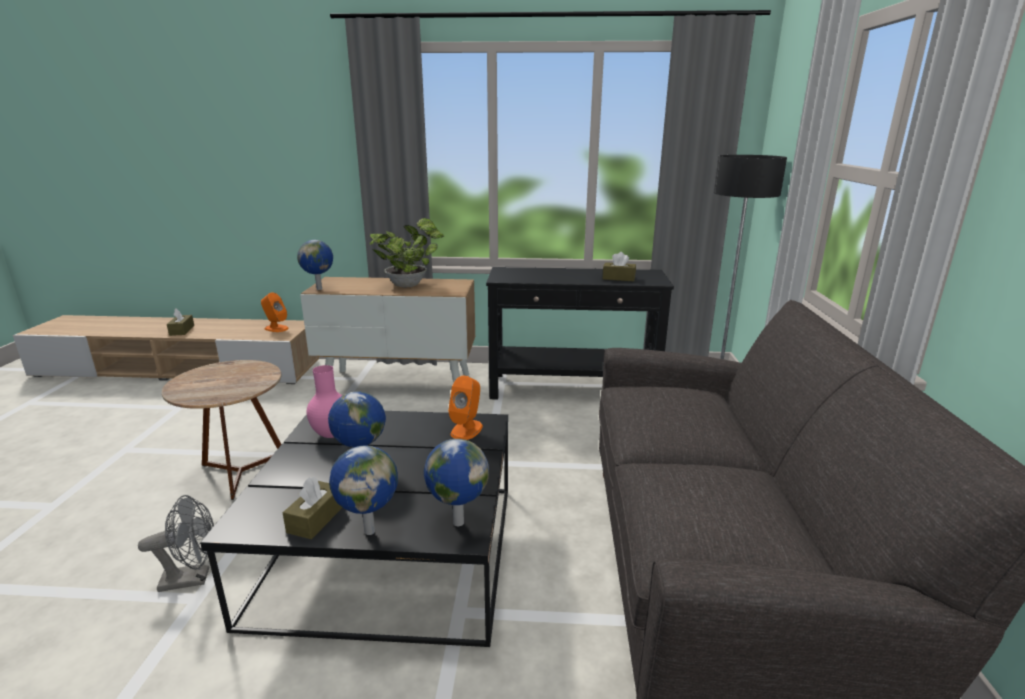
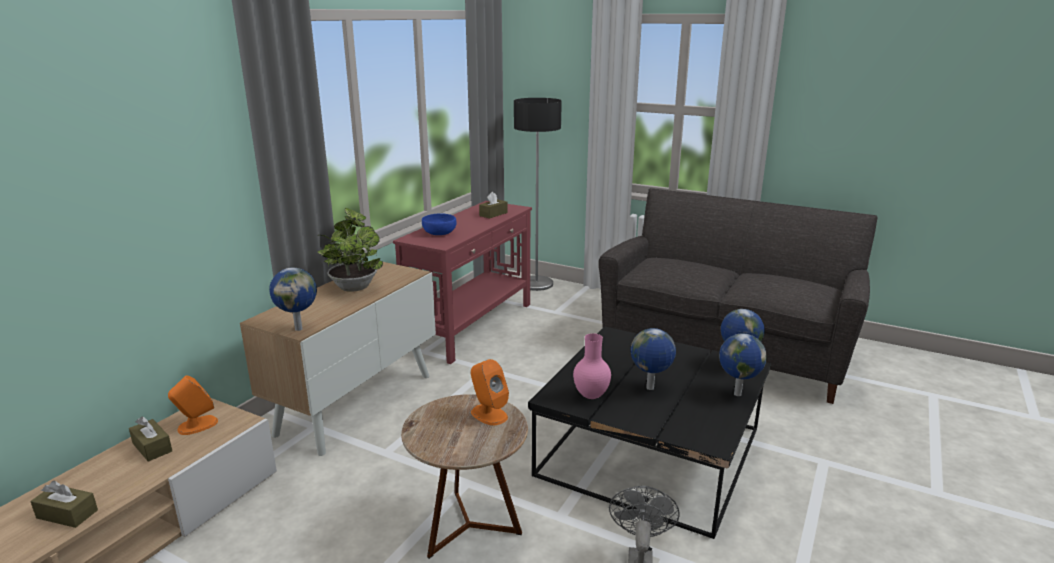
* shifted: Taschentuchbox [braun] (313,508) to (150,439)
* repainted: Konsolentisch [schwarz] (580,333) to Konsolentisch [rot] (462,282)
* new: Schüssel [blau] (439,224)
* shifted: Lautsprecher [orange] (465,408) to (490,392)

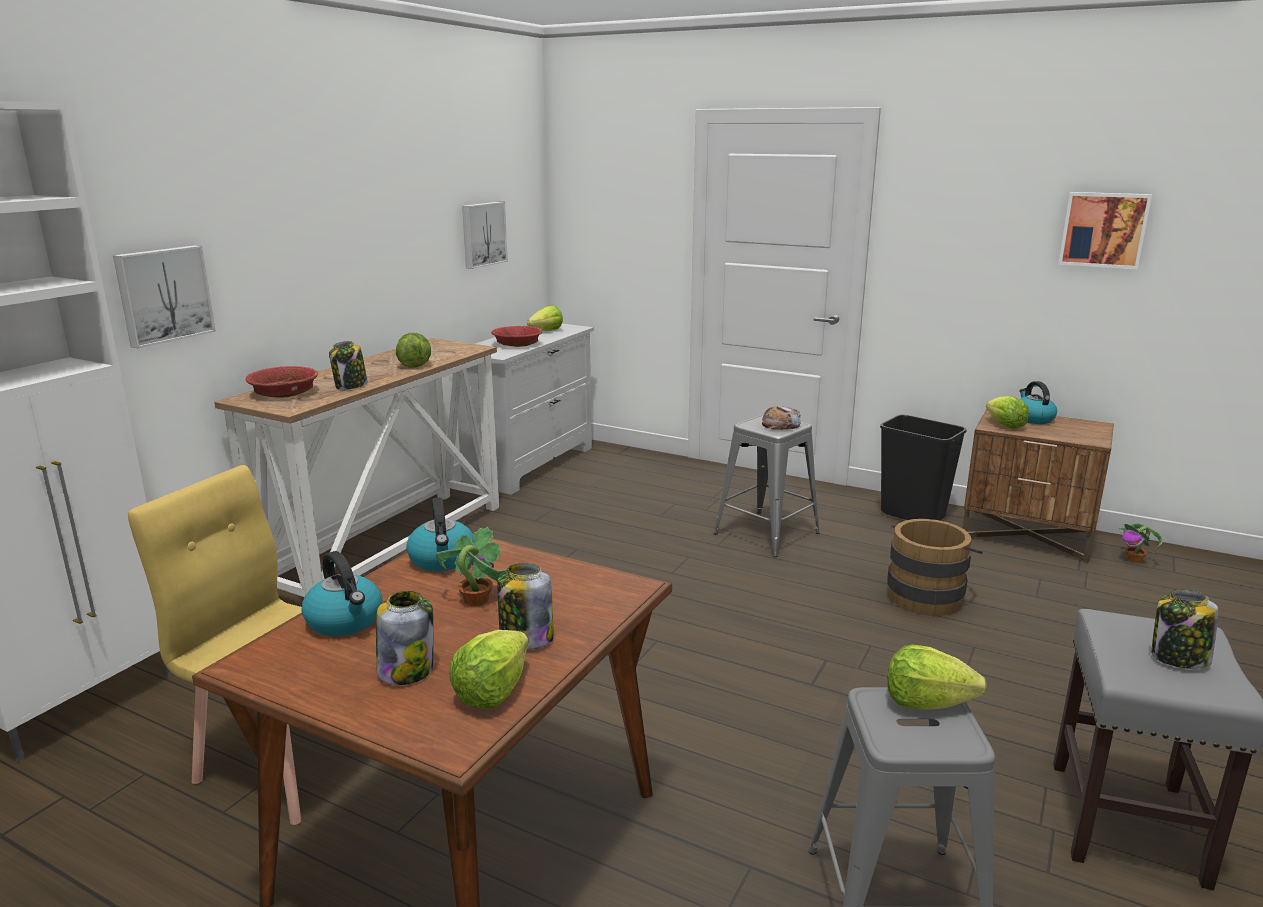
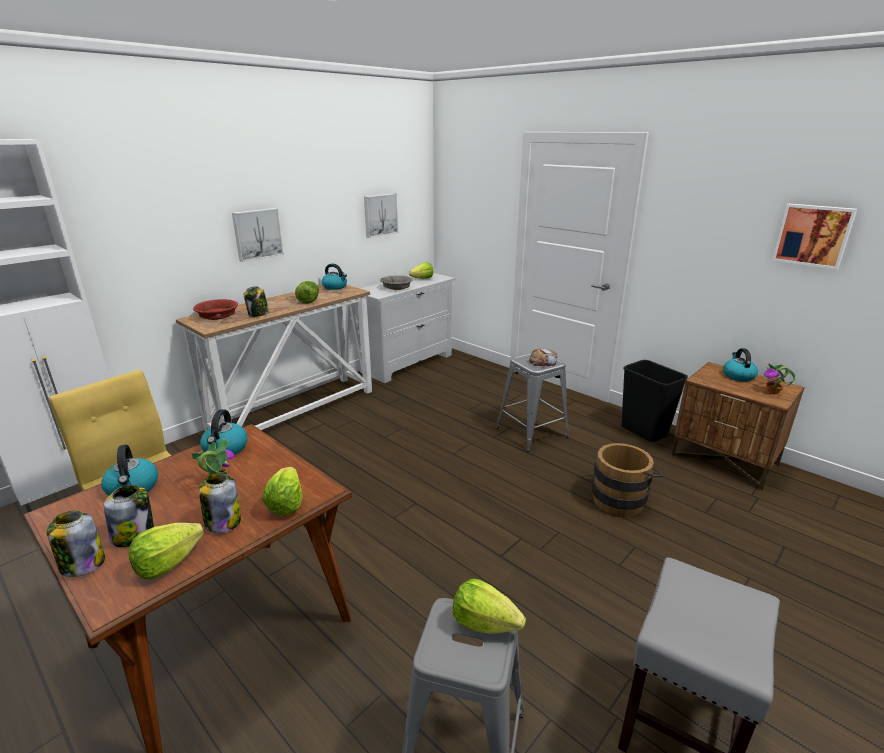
* shifted: Vorratsglas (1184,629) to (76,544)
* shifted: Bild (164,296) to (258,235)
* shifted: Salatkopf (1007,412) to (282,491)
* new: Wasserkessel (334,277)
* repainted: Schüssel [rot] (516,336) to Schüssel [grau] (396,282)
* shifted: Topfpflanze (1141,543) to (780,379)

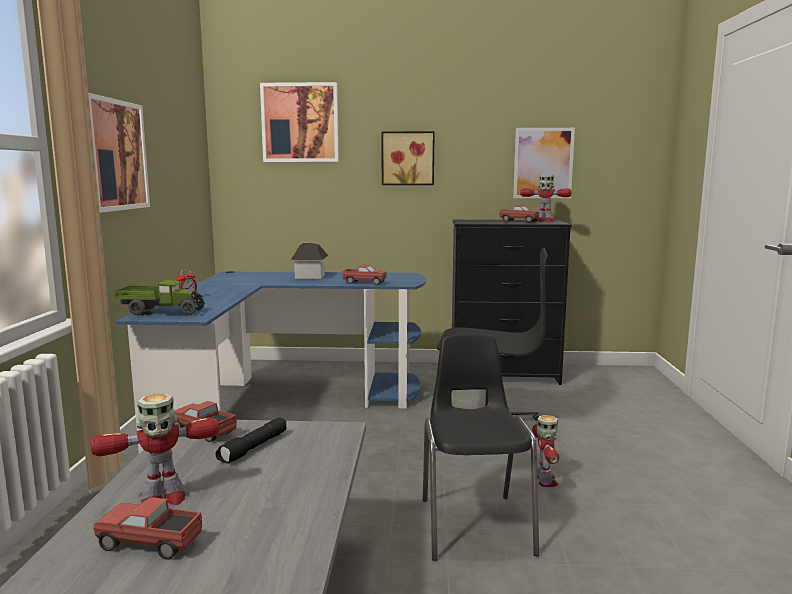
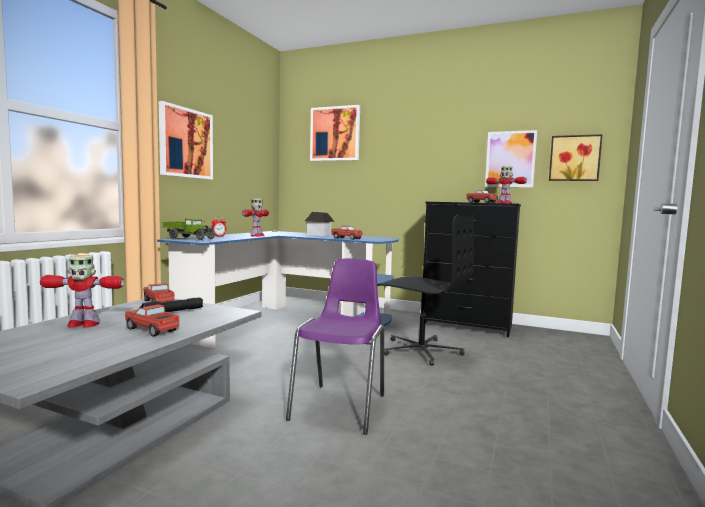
* shifted: Spielzeuglaster (147,528) to (152,320)
* shifted: Spielzeugroboter (545,451) to (255,217)
* repainted: Stuhl [schwarz] (481,447) to Stuhl [lila] (335,346)
* shifted: Bild (408,158) to (576,157)

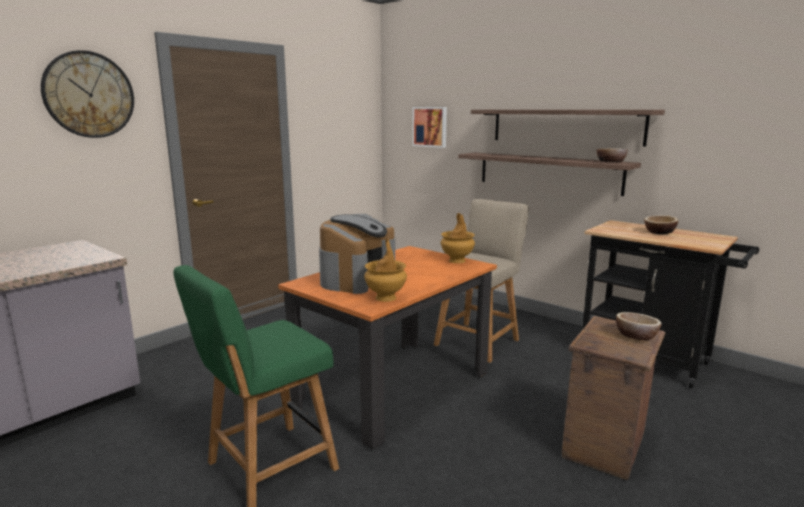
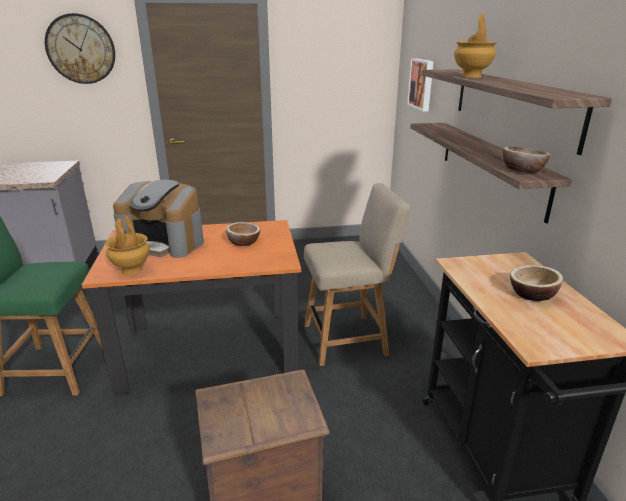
* rotated: Kaffeemaschine (357,254) = (158,219) 45 degrees clockwise
* shifted: Schüssel (639,326) to (243,234)
* shifted: Vase [braun] (458,238) to (475,46)

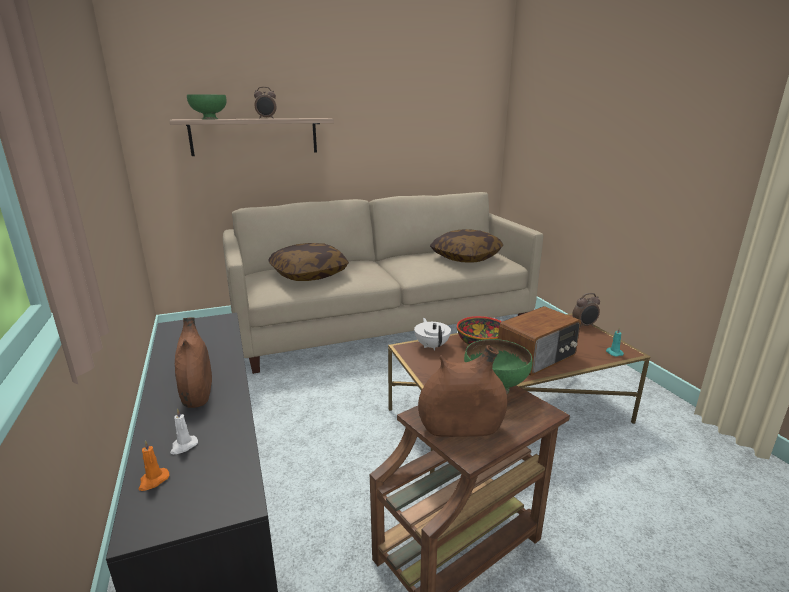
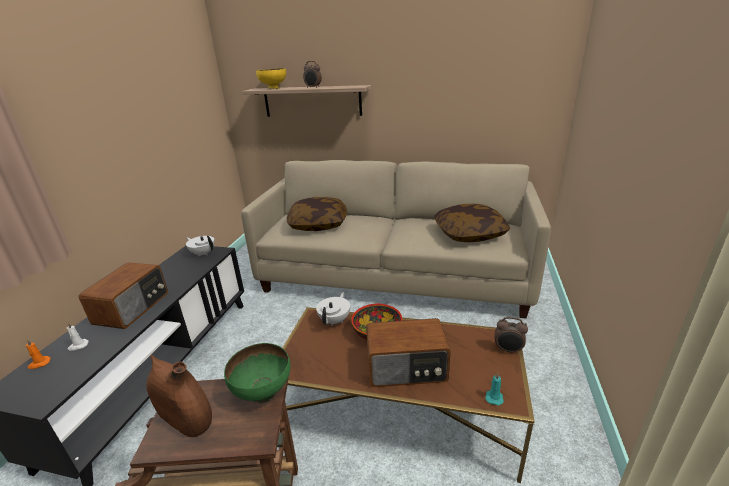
* swapped: Vase [braun] (193,362) to Radio (123,295)
* new: Teekanne [weiß] (200,246)
* repainted: Schüssel [grün] (207,106) to Schüssel [gelb] (271,79)

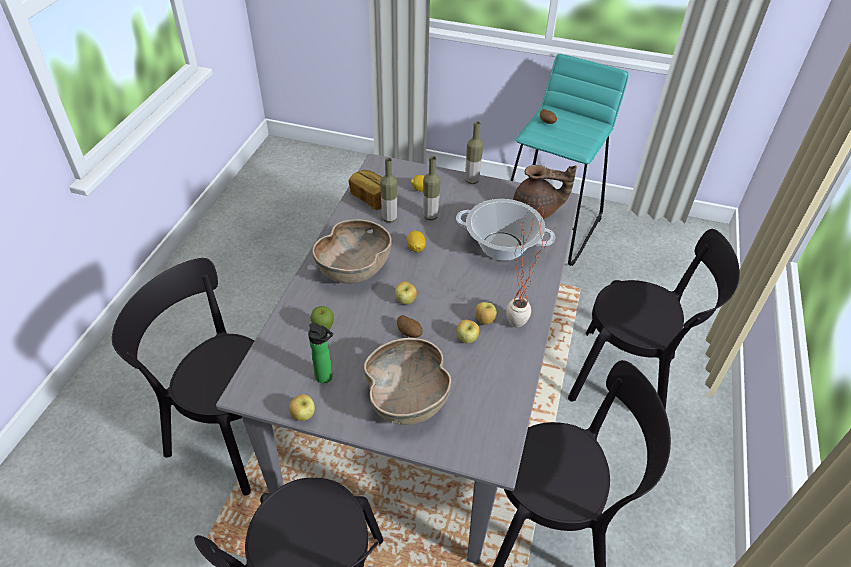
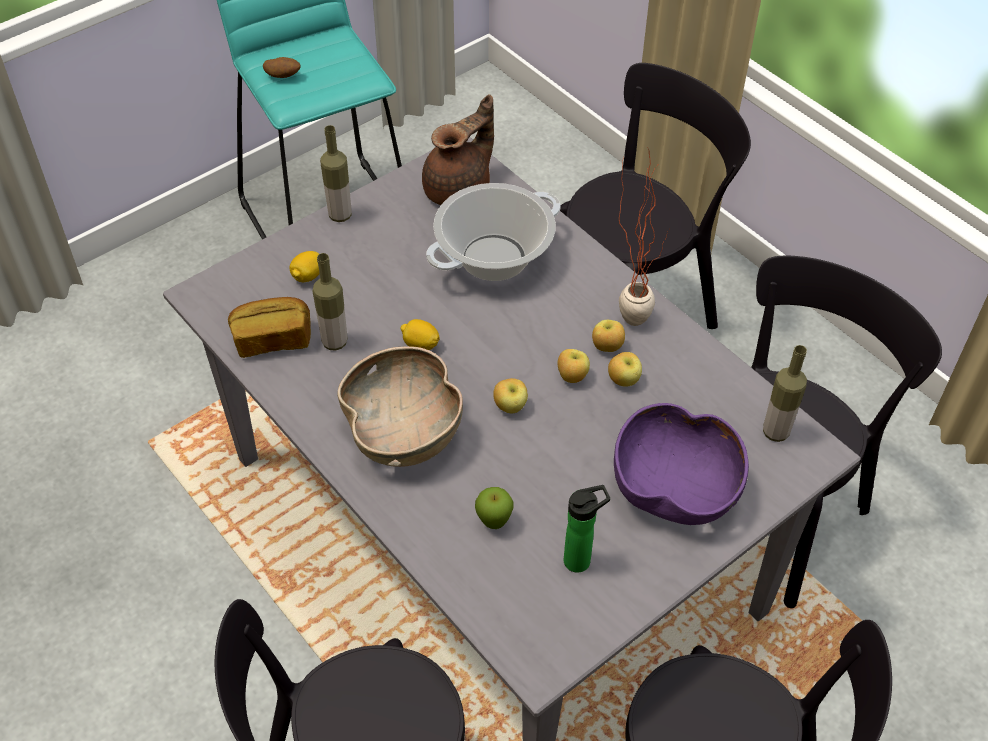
* shifted: Apfel (302,407) to (573,366)
* repainted: Schüssel [braun] (407,381) to Schüssel [lila] (681,464)
* shifted: Flasche (432,188) to (785,393)
* gone: Kartoffel (409,326)

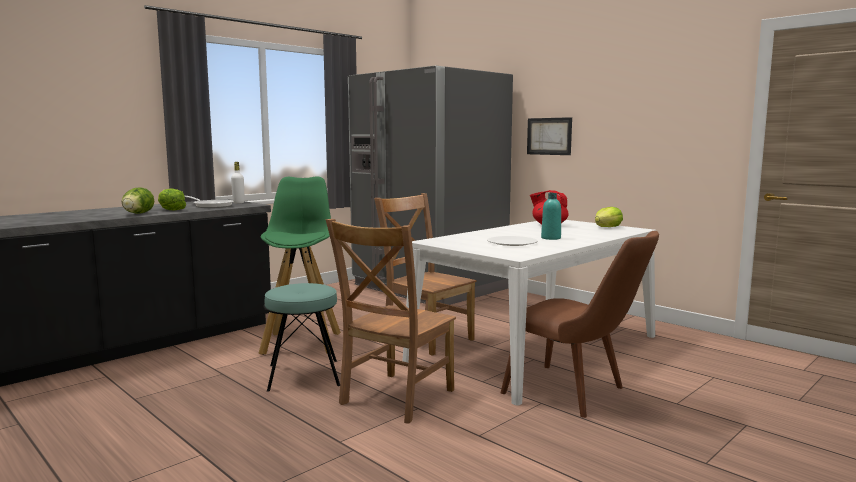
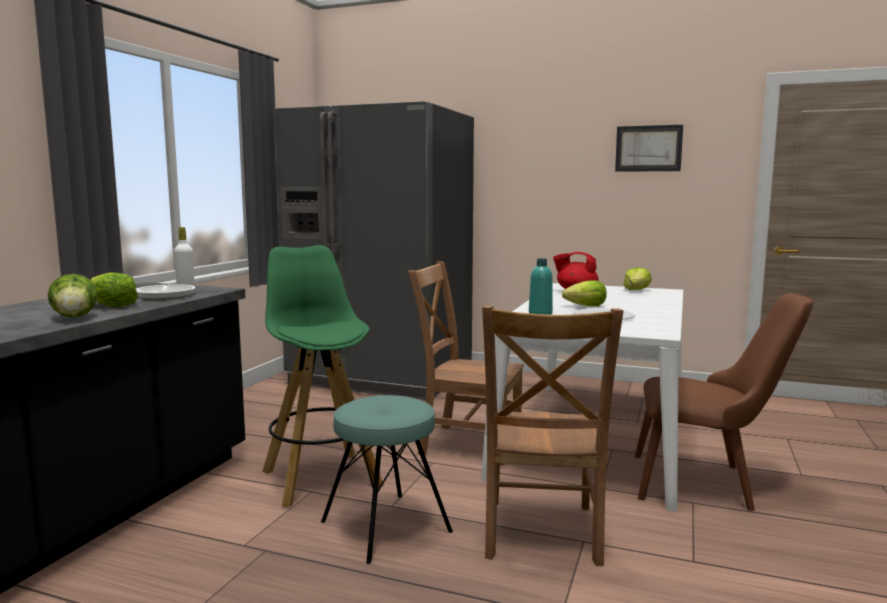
* shifted: Flasche [türkis] (551,216) to (541,286)
* new: Salatkopf (584,293)
* shifted: Bild (549,136) to (649,148)

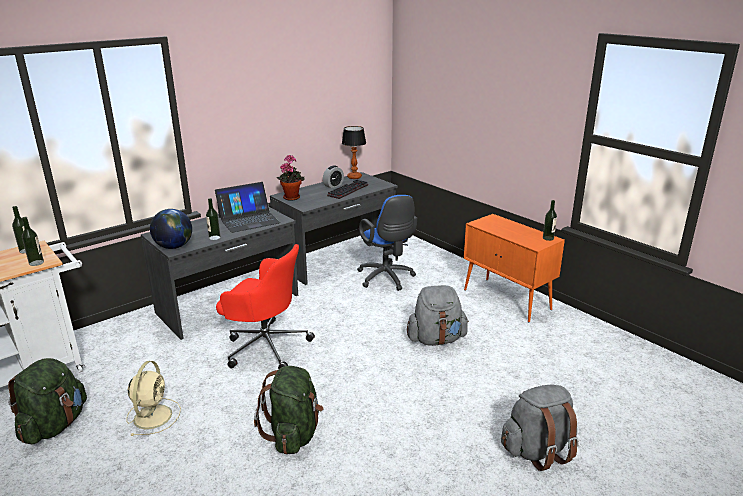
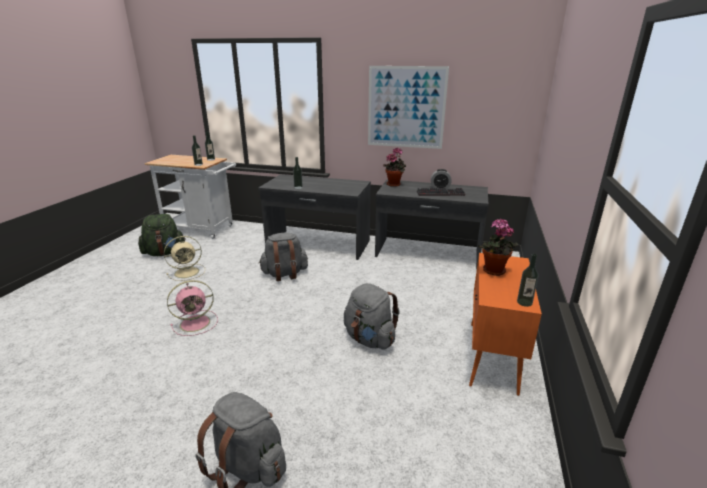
* swapped: Rucksack [grün] (289,410) to Ventilator [rosa] (192,308)
* swapped: Bürostuhl [rot] (265,306) to Rucksack [grau] (283,257)
* new: Bild (408,107)
* new: Topfpflanze (498,247)
* gone: Globus (171,229)
* gone: Laptop (248,207)
* gone: Tischlampe (354,152)
* gone: Bürostuhl [blau] (387,243)

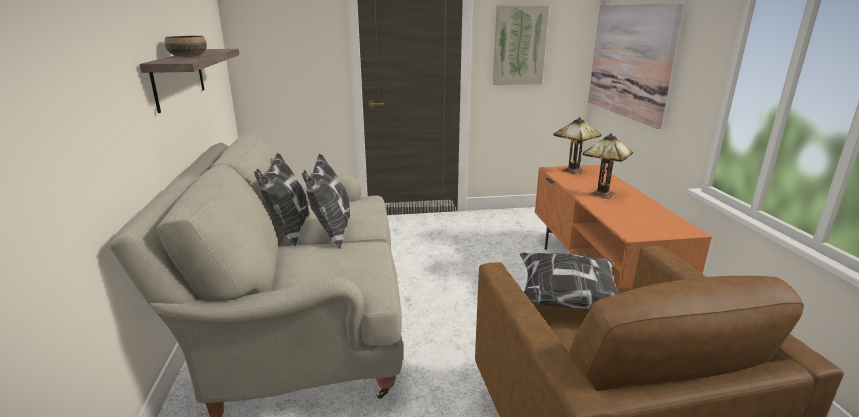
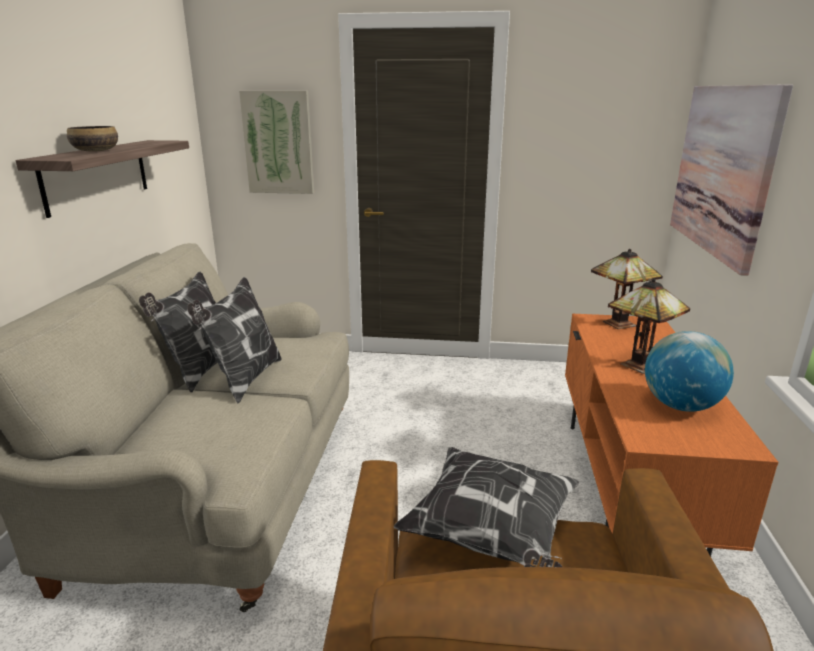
* shifted: Bild (521,45) to (276,142)
* new: Globus (689,371)

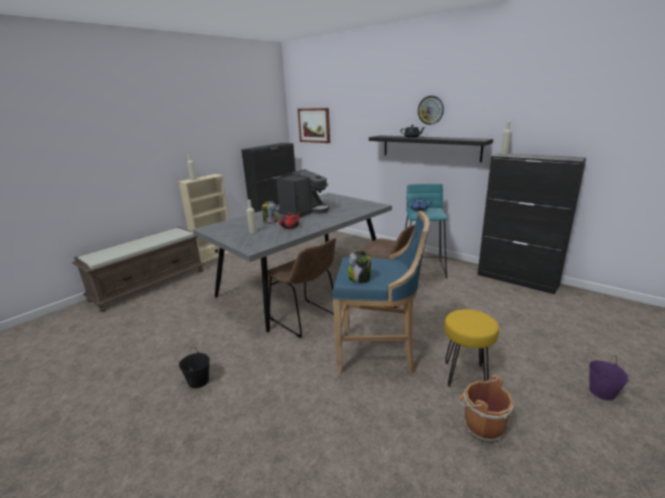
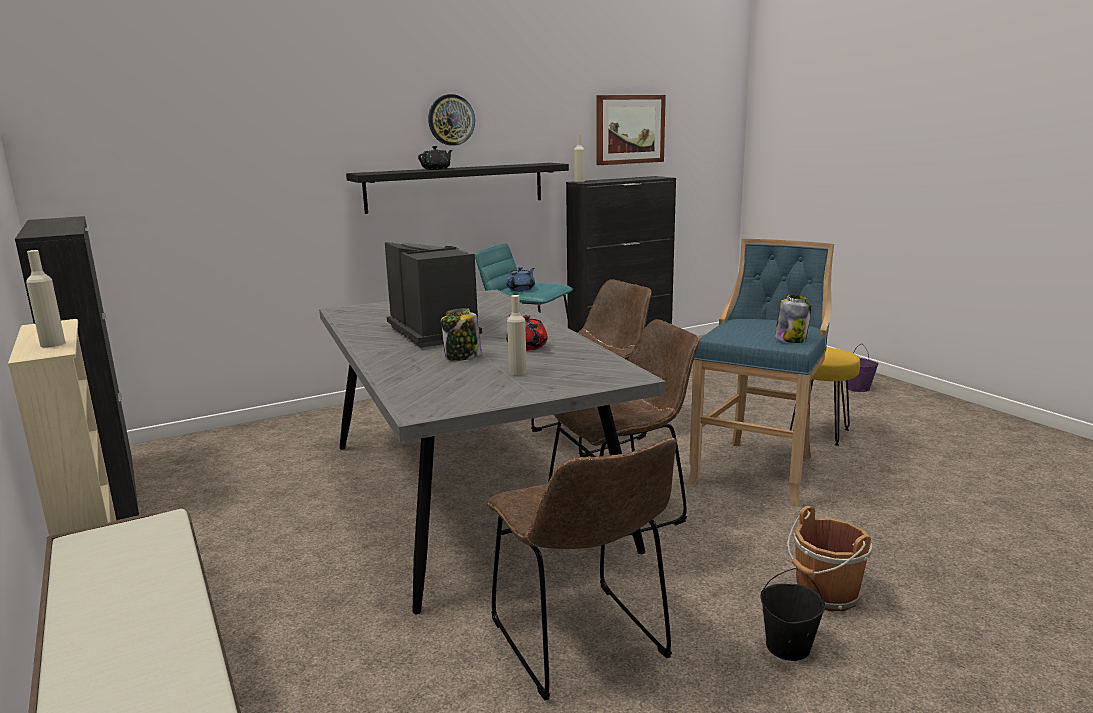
* new: Stuhl [braun] (582,568)
* shifted: Bild (314,125) to (631,130)
* shifted: Eimer [braun] (485,409) to (829,558)

